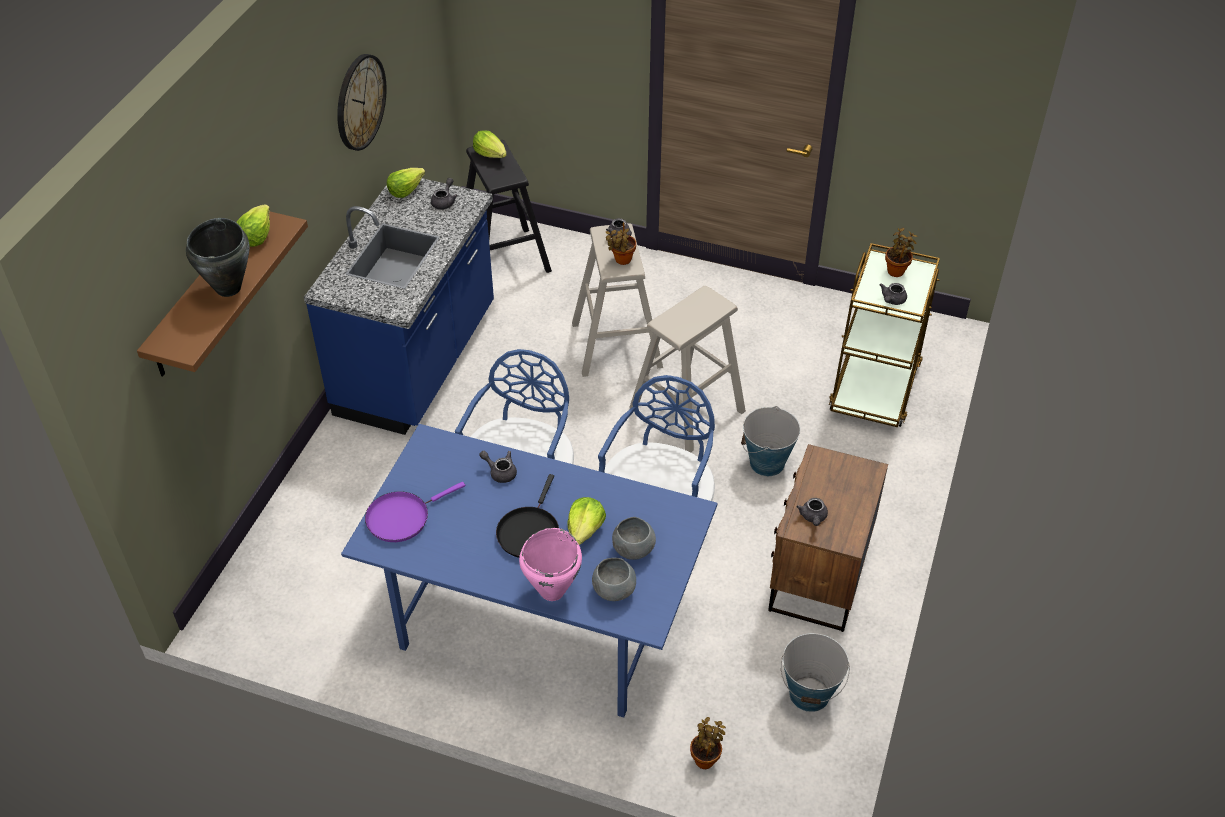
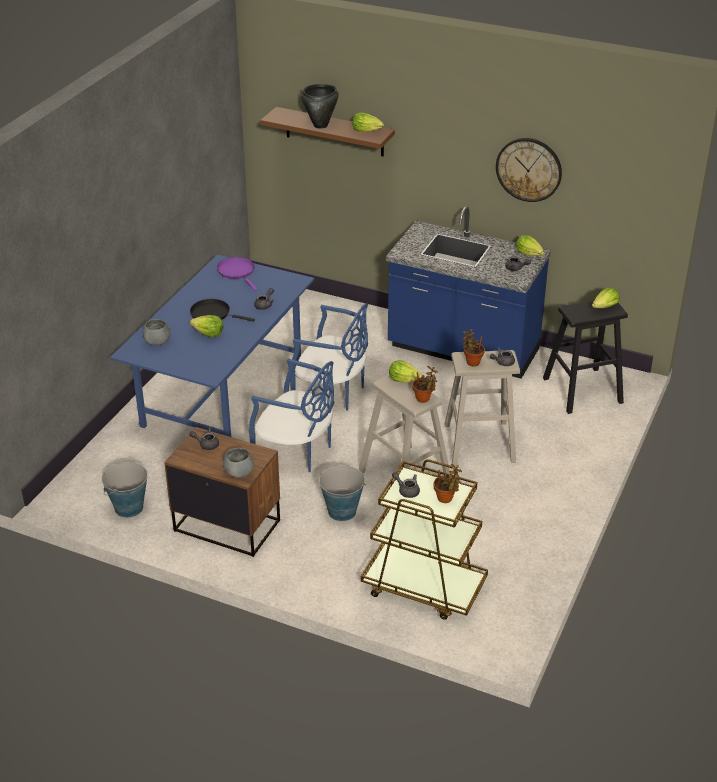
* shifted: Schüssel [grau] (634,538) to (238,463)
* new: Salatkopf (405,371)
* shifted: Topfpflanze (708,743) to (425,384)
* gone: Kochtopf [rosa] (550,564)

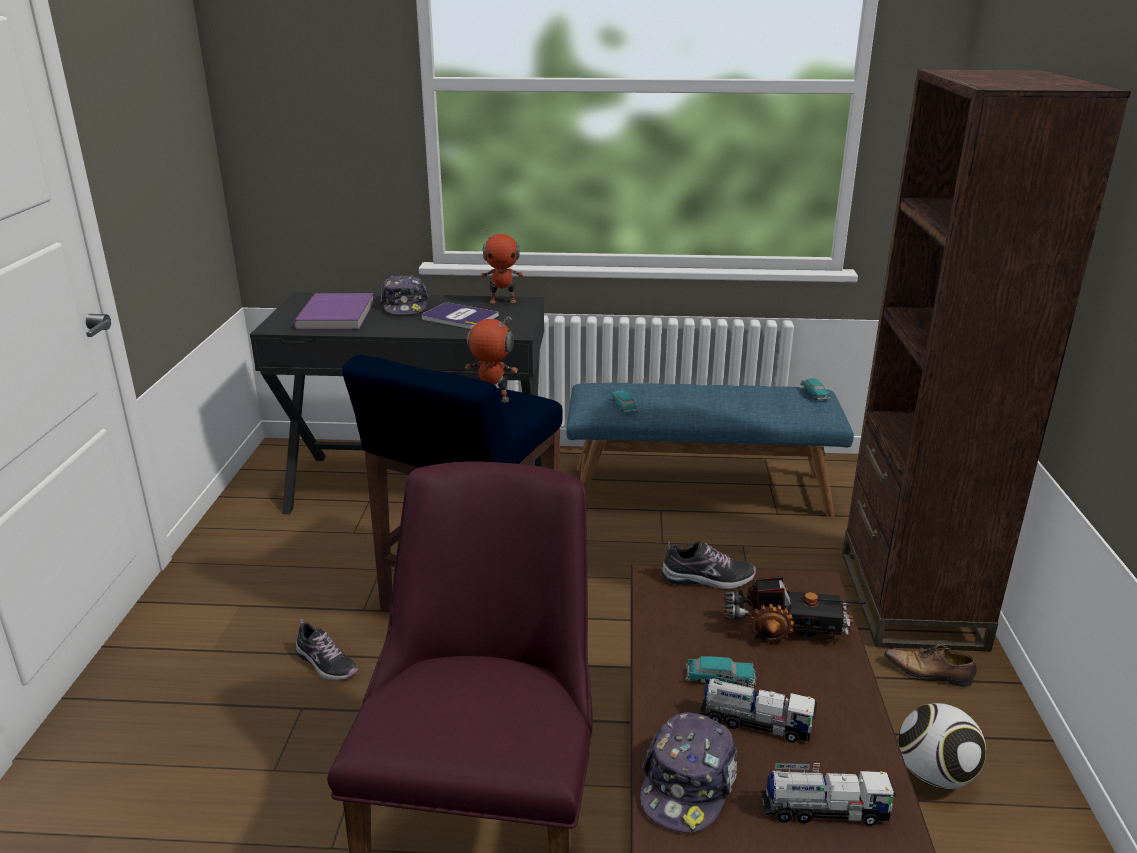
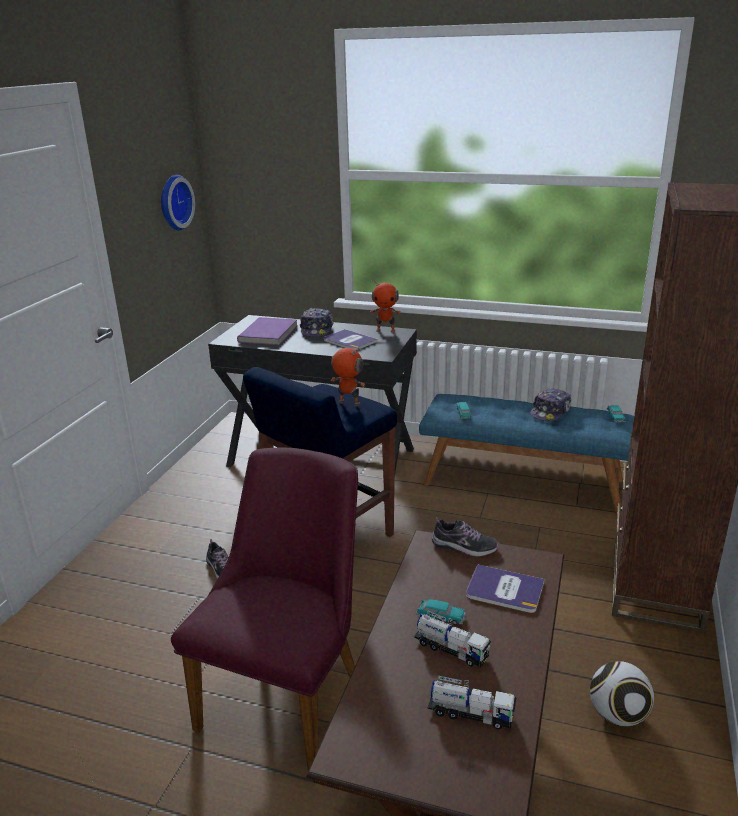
* new: Wanduhr (178,202)
* swapped: Spielzeuglaster (794,610) to Buch (505,588)
* shifted: Kappe (689,772) to (550,405)
* gone: Schuh (930,665)

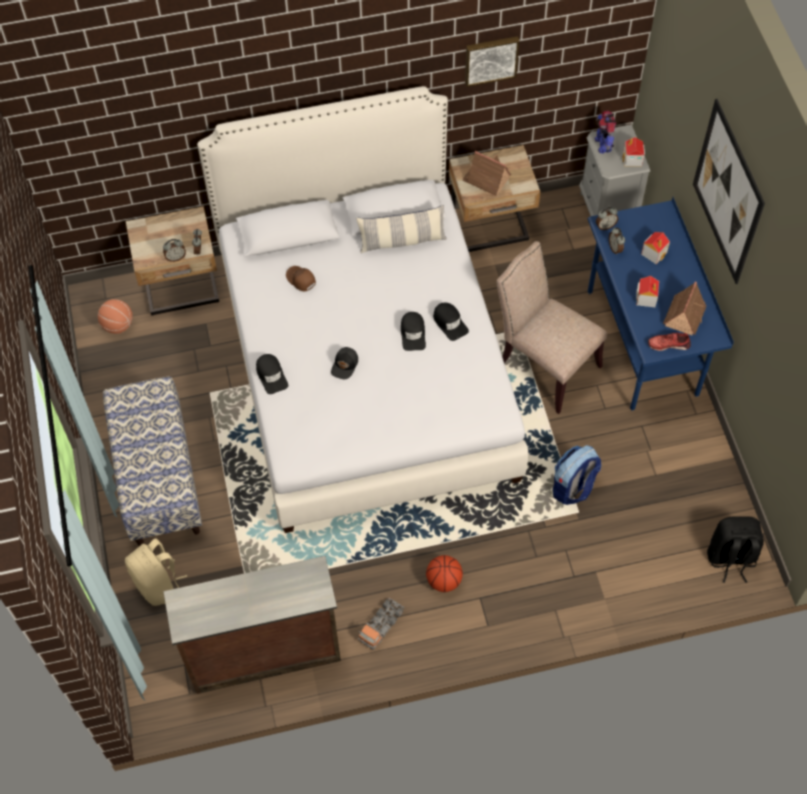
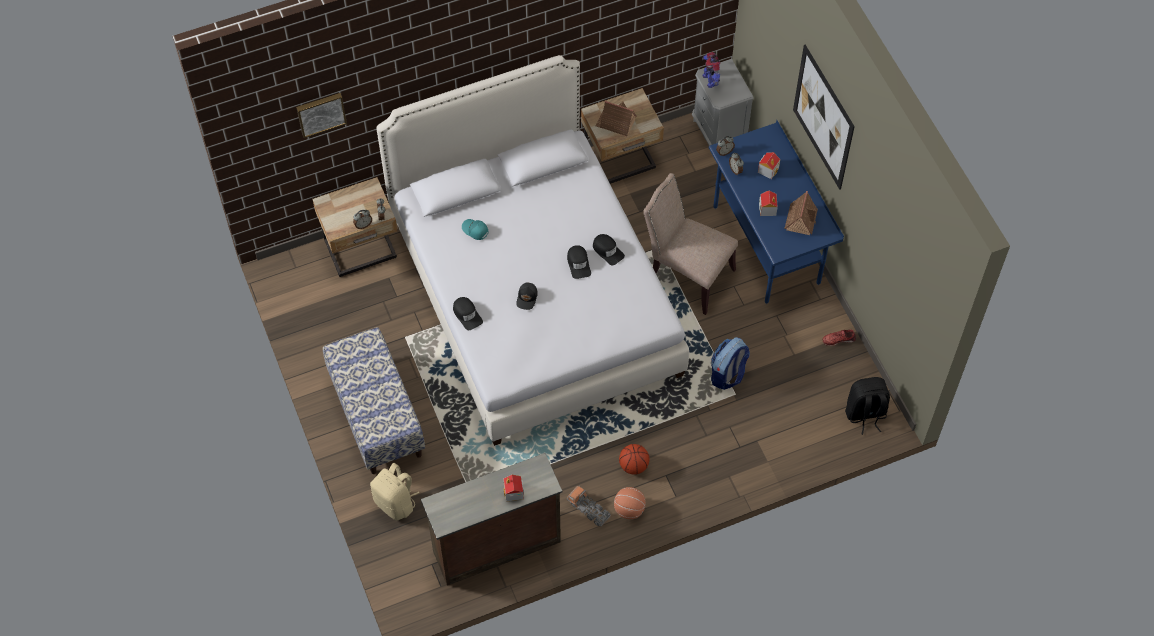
* shifted: Bild (492,61) to (321,115)
* repainted: Kappe [braun] (301,278) to Kappe [türkis] (475,229)
* shifted: Spielzeughaus (633,152) to (513,488)
* rotated: Spielzeuglaster (381,624) = (589,505) 105 degrees clockwise
* shifted: Basketball (115,316) to (630,503)
* shifted: Schuh [rot] (669,342) to (839,338)
* gone: Kissen (401,229)

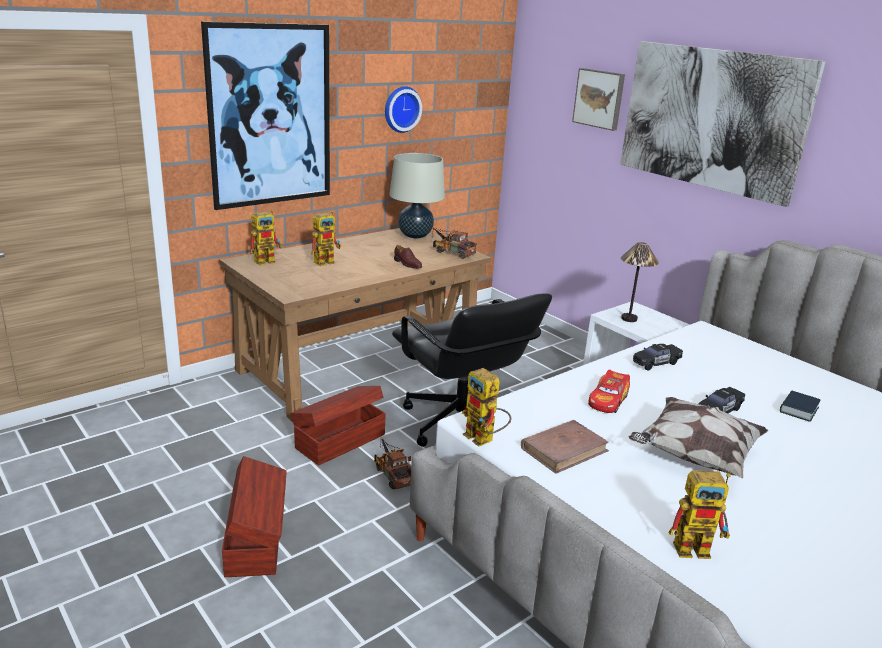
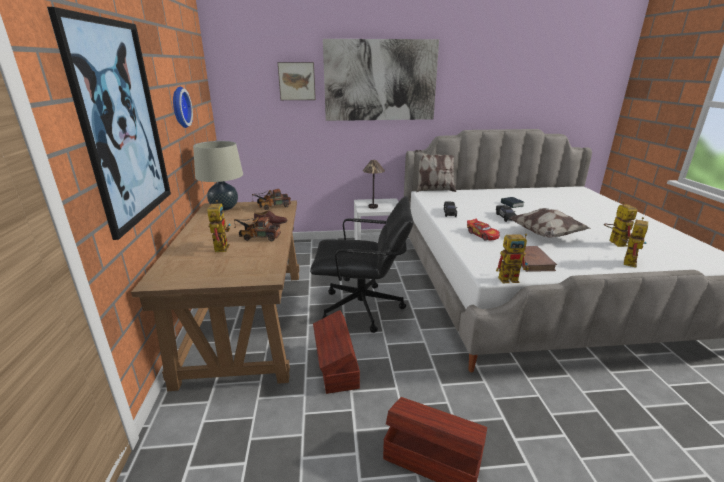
* shifted: Spielzeuglaster (392,463) to (257,229)
* new: Kissen (435,171)
* shifted: Spielzeugroboter (266,237) to (621,224)

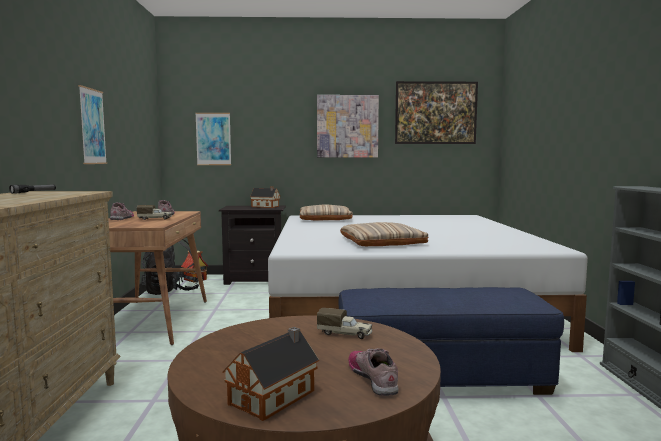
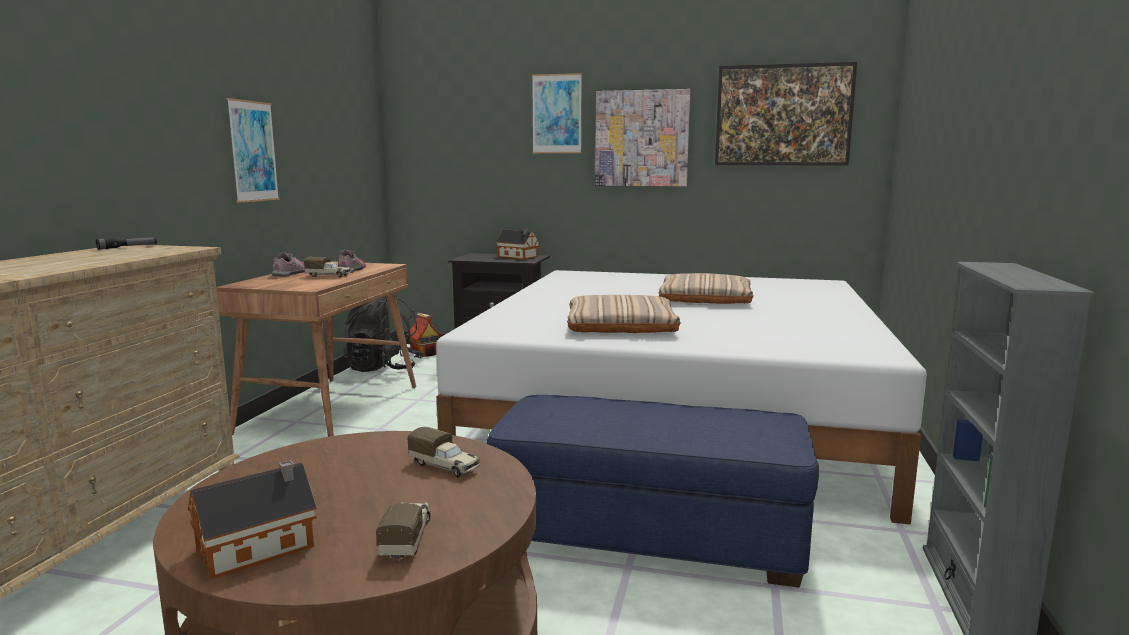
* swapped: Schuh (374,372) to Spielzeuglaster (403,531)
* shifted: Bild (213,139) to (557,113)
* shifted: Kissen [beige] (326,212) to (706,288)

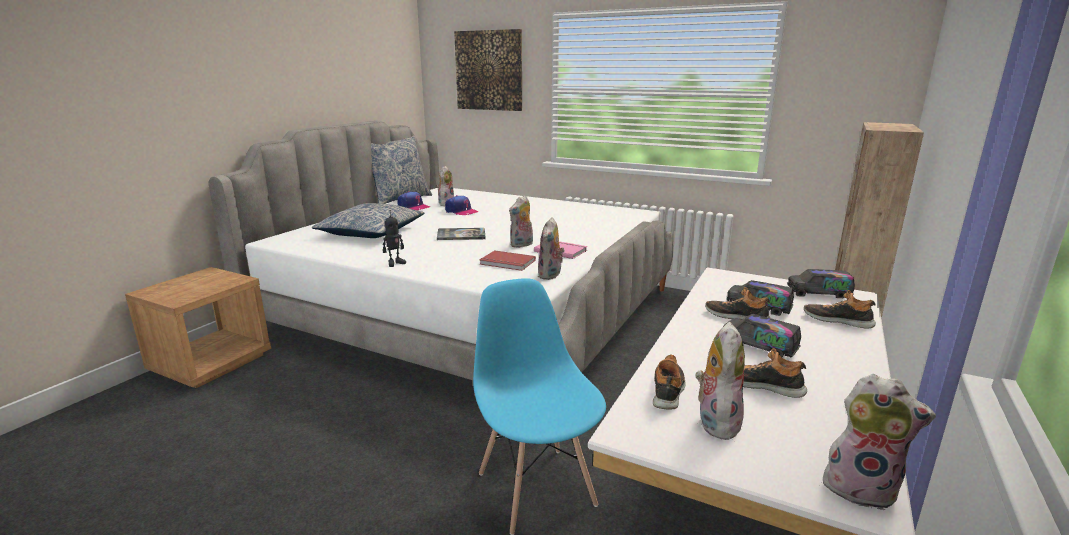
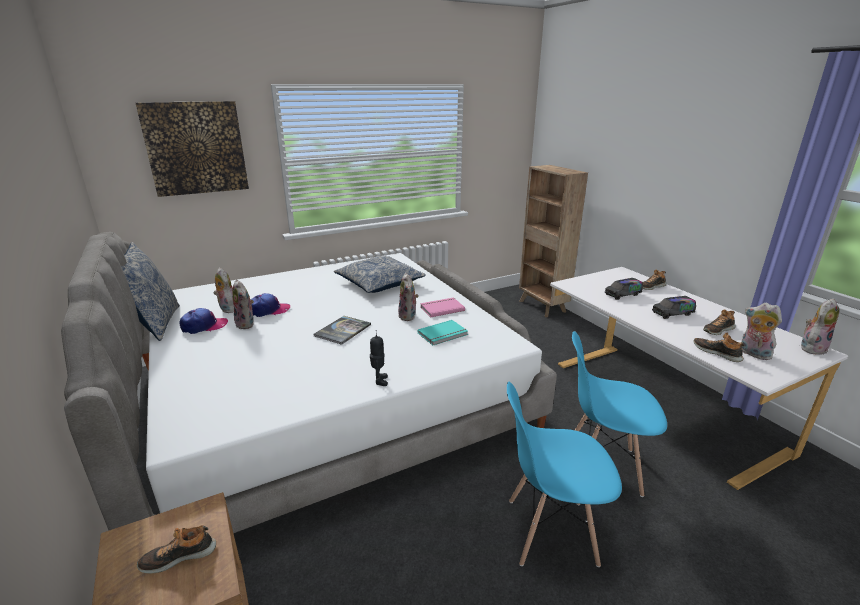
* shifted: Schuh (737,303) to (176,549)
* shifted: Plüschtier (551,248) to (243,304)
* shifted: Kissen (368,220) to (380,274)
* repainted: Buch [rot] (508,260) to Buch [türkis] (442,332)
* new: Stuhl [blau] (564,474)
* gone: Spielzeuglaster (821,283)

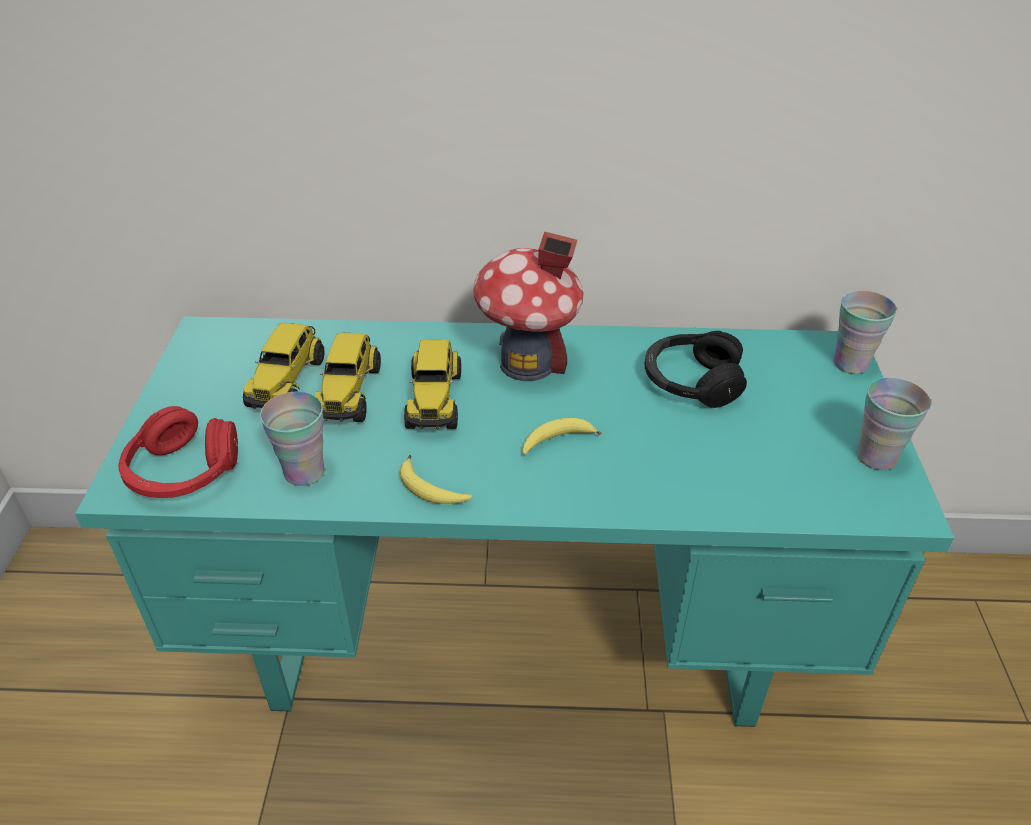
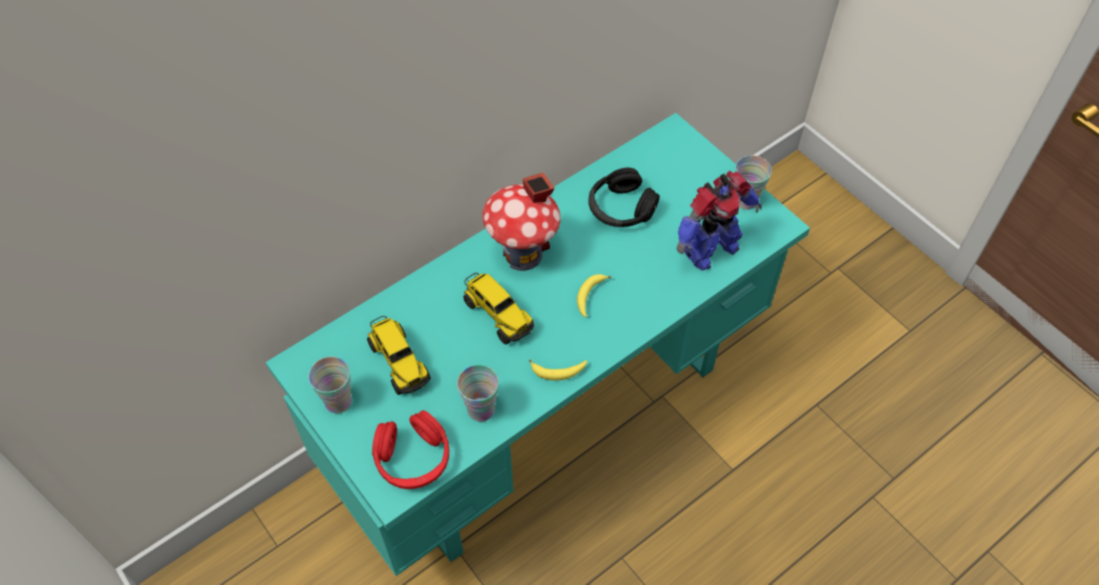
* shifted: Tasse (865,332) to (330,385)
* new: Spielzeugroboter (719,221)
* gone: Spielzeuglaster (348,377)

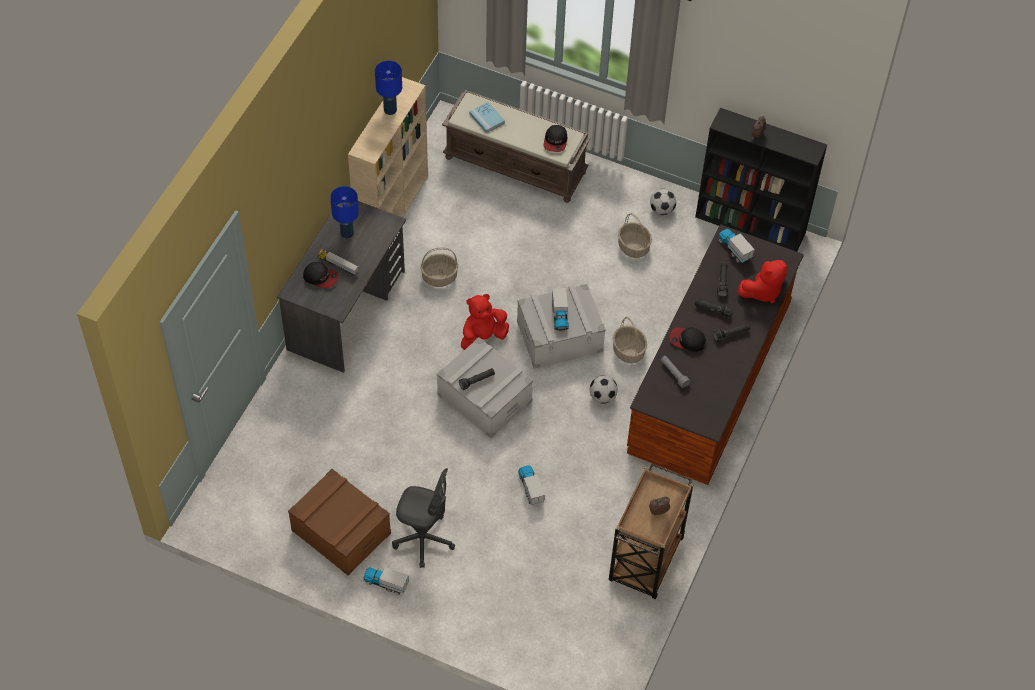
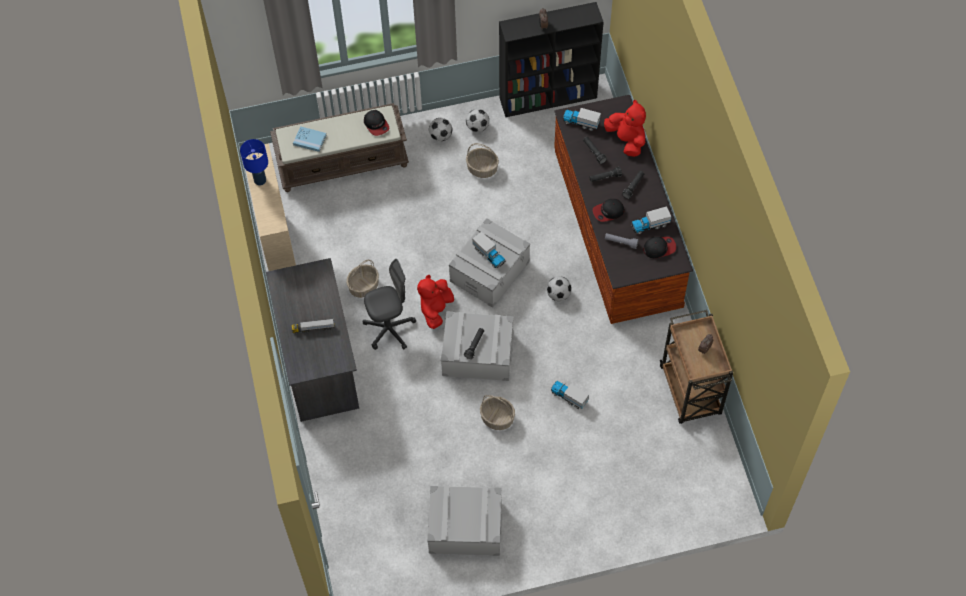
* shifted: Bürostuhl [grau] (423,518) to (389,304)
* repainted: Aufbewahrungsbox [braun] (339,522) to Aufbewahrungsbox [grau] (464,520)
* new: Fußball (440,129)
* shifted: Korb (630,340) to (497,412)
* rotated: Plüschtier [rot] (763,281) = (625,128) 60 degrees counterclockwise
* shifted: Spielzeuglaster (386,581) to (651,220)
* shifted: Kappe (321,275) to (659,247)
* gone: Tischlampe [blau] (344,212)

